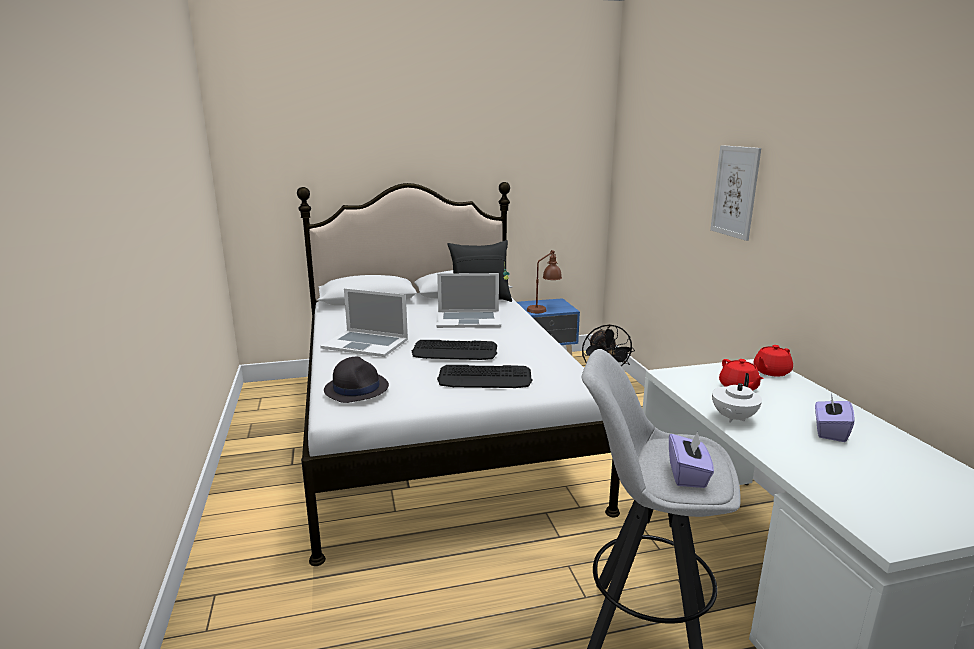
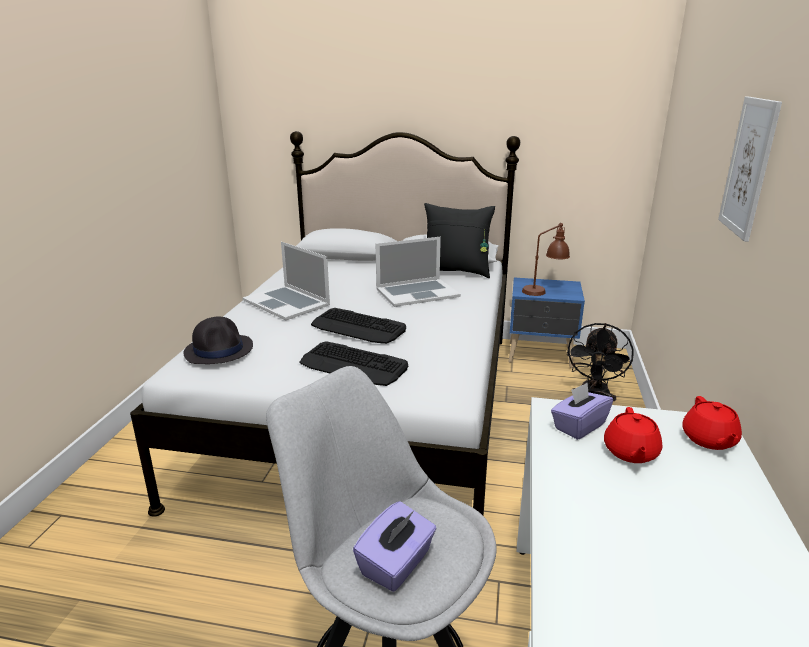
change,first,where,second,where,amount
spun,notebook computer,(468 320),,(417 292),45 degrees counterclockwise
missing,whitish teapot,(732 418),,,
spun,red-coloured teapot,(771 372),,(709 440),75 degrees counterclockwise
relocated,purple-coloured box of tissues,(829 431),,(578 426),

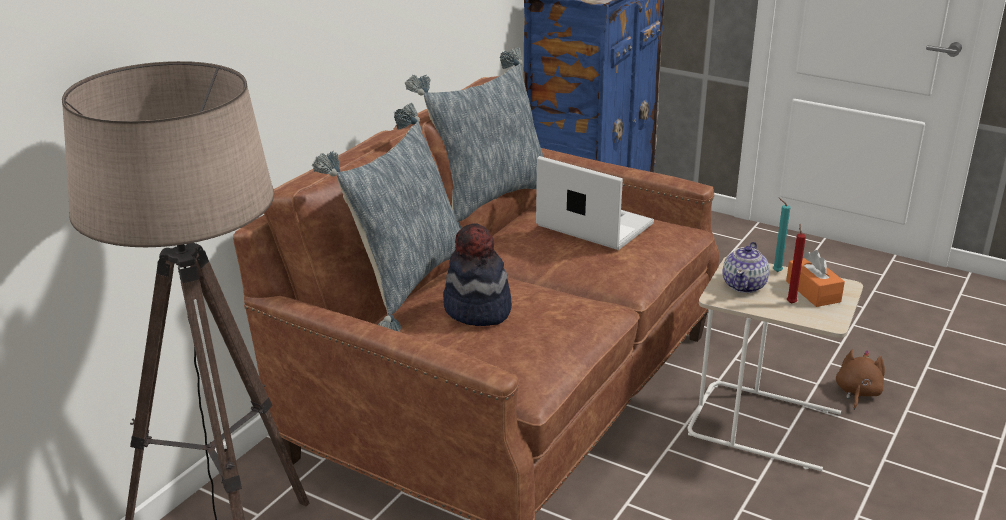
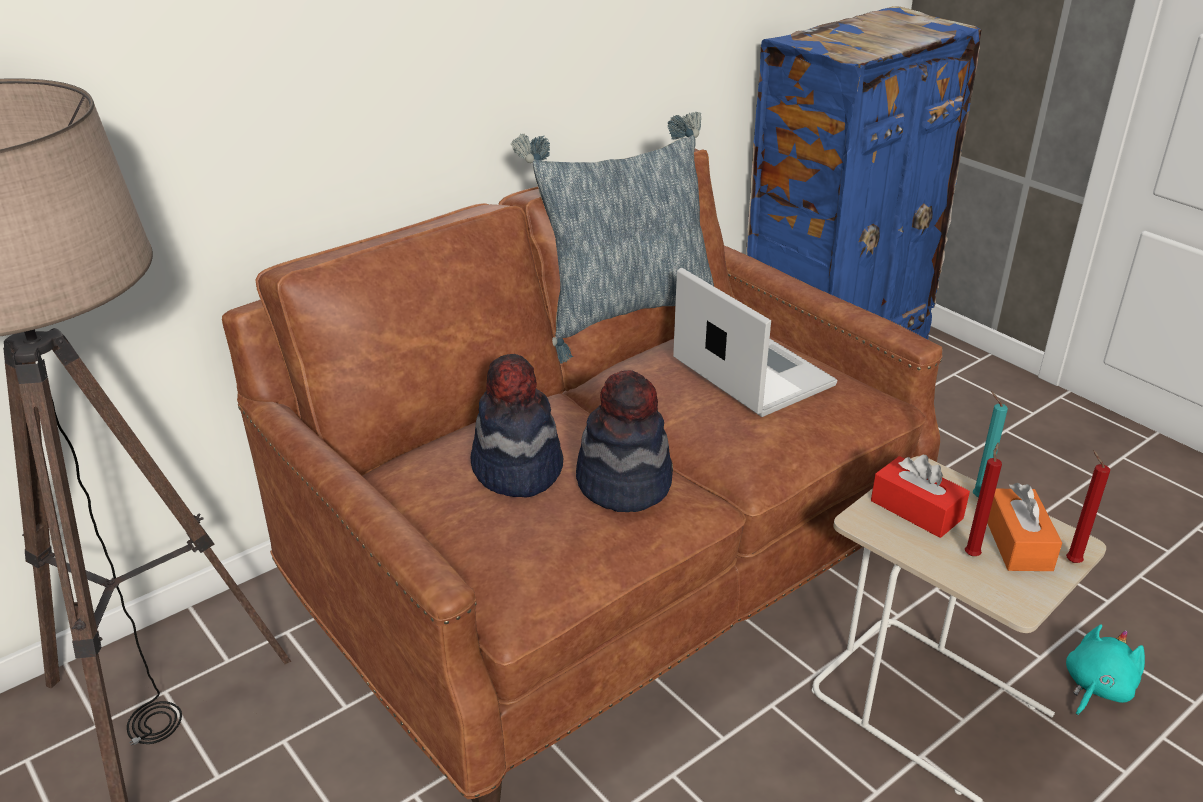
change,first,where,second,where,amount
missing,throw pillow,(402 300),,,
exchanged,teapot,(744 285),red-coloured box of tissues,(916 510),
colour,brown-coloured plush toy,(857 392),turquoise plush toy,(1096 687),
appeared,,,wearable hat,(624 483),
appeared,,,red-coloured wax candle,(1070 561),

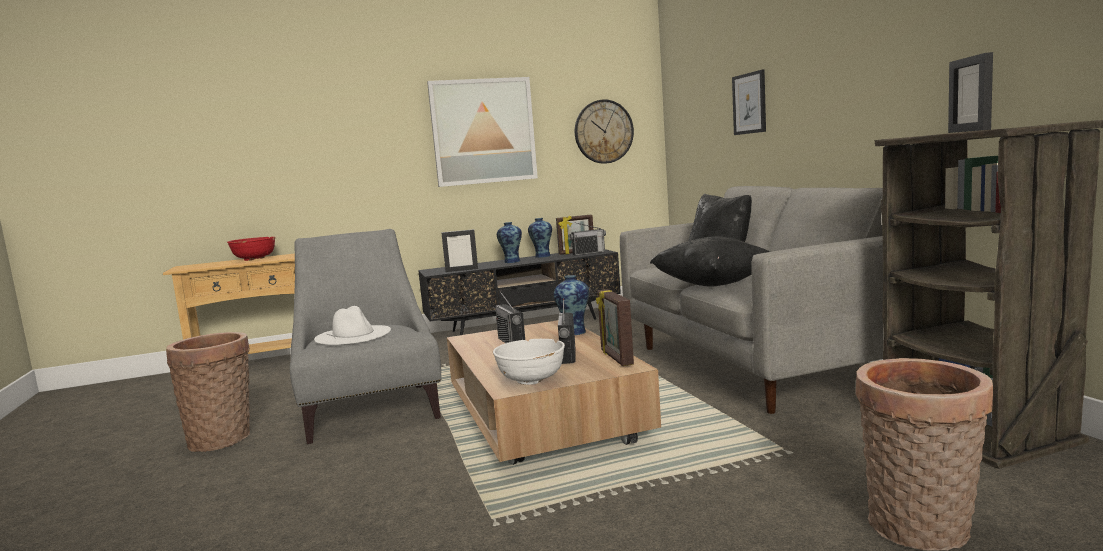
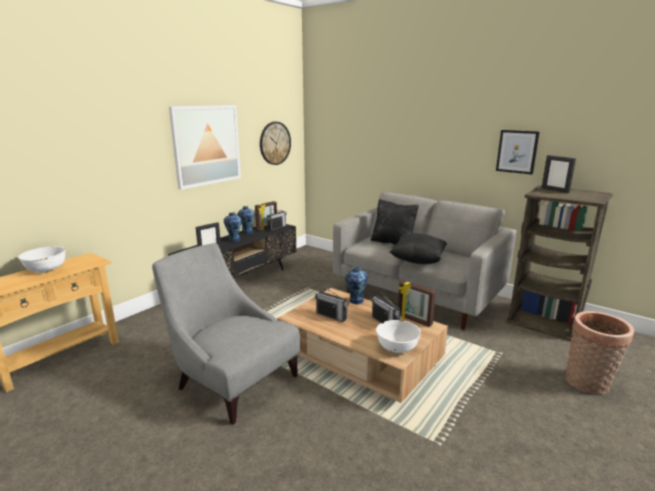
change,first,where,second,where,amount
missing,basket,(223 438),,,
colour,red-coloured bowl,(254 259),whitish bowl,(46 269),
missing,whitish wearable hat,(353 334),,,
relocated,wall picture,(749 103),,(517 151),

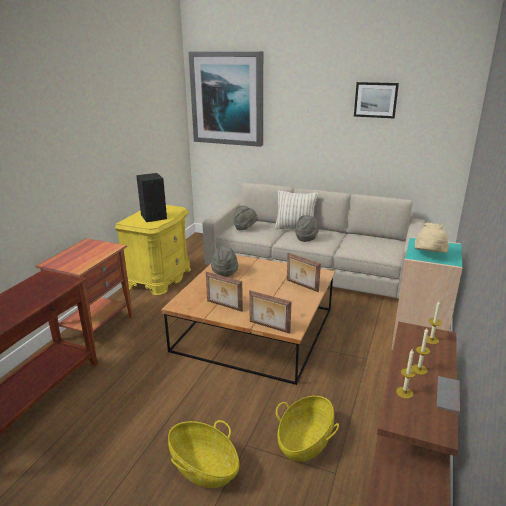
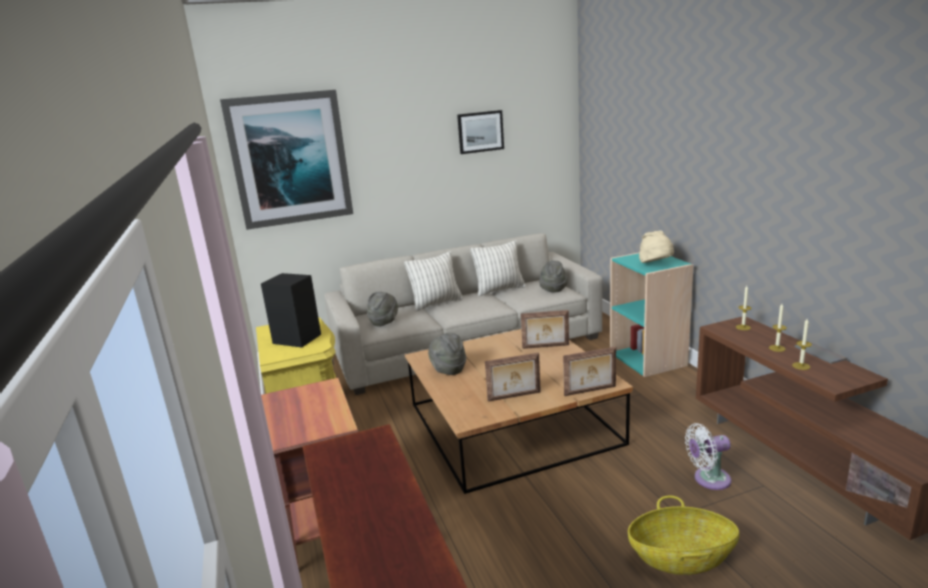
change,first,where,second,where,amount
exchanged,basket,(305 440),whitish electric fan,(708 479),
relocated,grey wearable hat,(306 238),,(553 288),
appeared,,,throw pillow,(499 290),

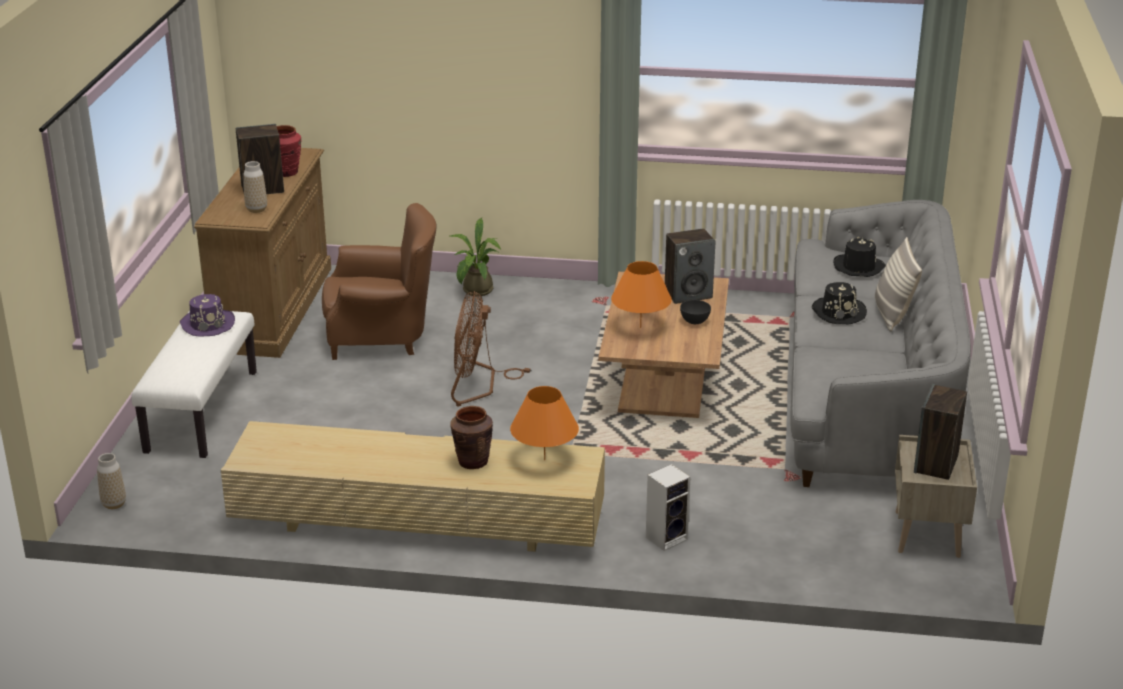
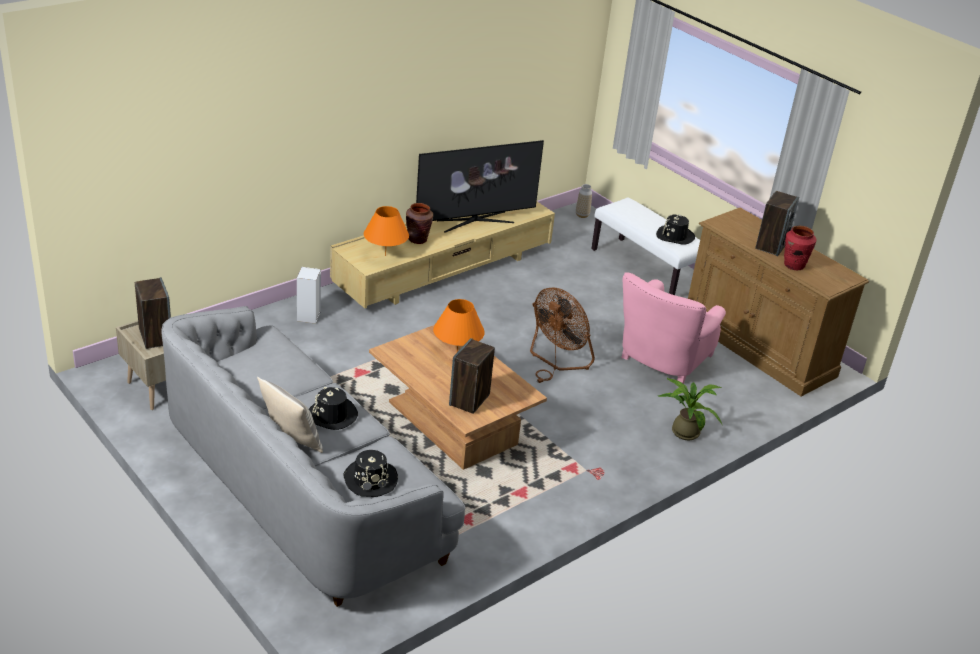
change,first,where,second,where,amount
colour,purple-coloured wearable hat,(207 324),blackish wearable hat,(675 236),
missing,vase,(256 209),,,
colour,brown-coloured easy chair,(382 336),pinkish easy chair,(662 360),
missing,grey bowl,(694 321),,,
appeared,,,television,(474 221),

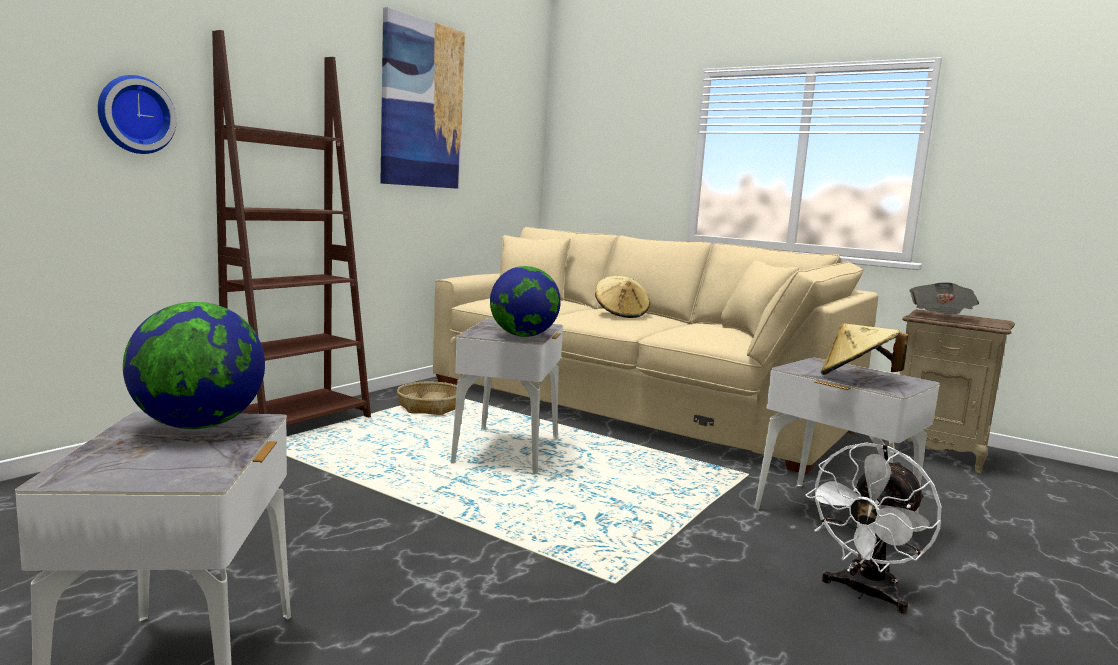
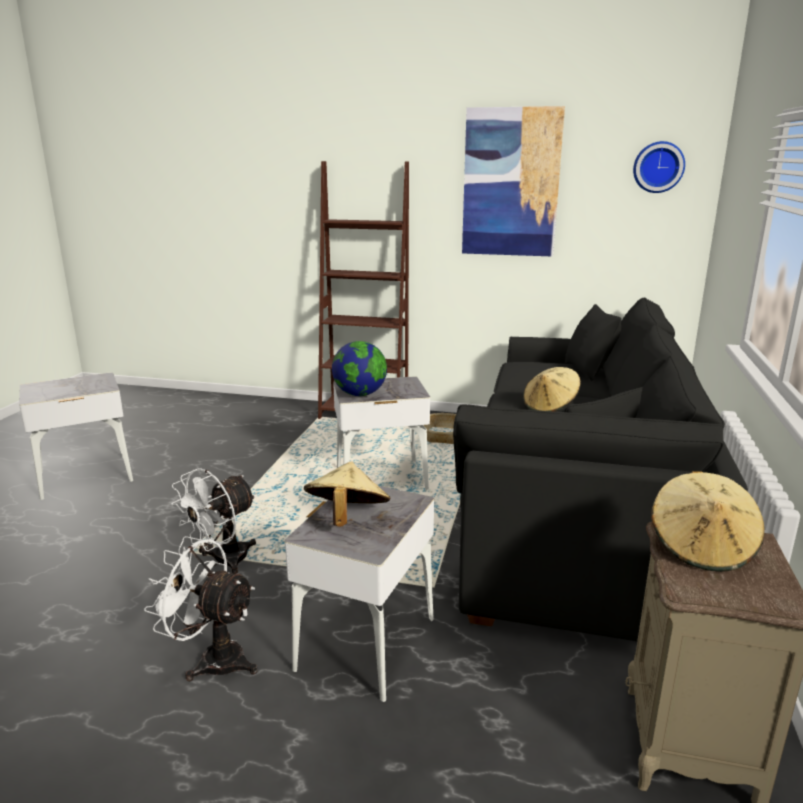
change,first,where,second,where,amount
relocated,wall clock,(134 115),,(658 167),
missing,globe,(198 426),,,
colour,beige-coloured settee,(634 405),blackish settee,(574 505),
exchanged,printed paper,(941 316),beige-coloured wearable hat,(702 548),
appeared,,,whitish electric fan,(222 561),

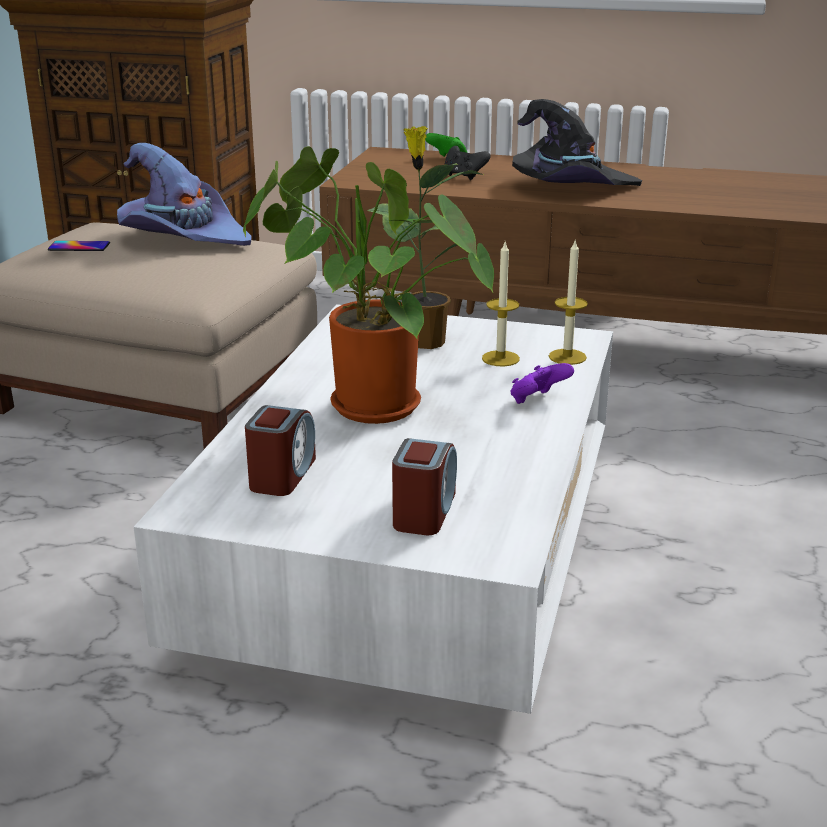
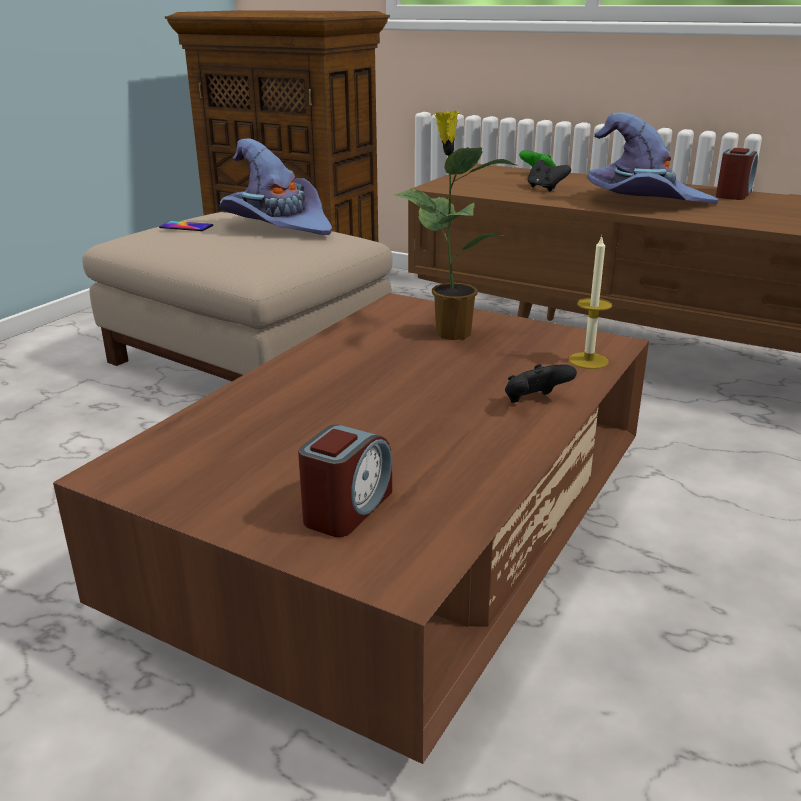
change,first,where,second,where,amount
colour,whitish coffee table,(413 547),brown-coloured coffee table,(401 535),
missing,potted plant,(364 406),,,
relocated,table clock,(282 475),,(733 194),
missing,wax candle,(500 358),,,
colour,purple-coloured gamepad,(537 401),blackish gamepad,(534 402),
colour,blackish wearable hat,(570 187),purple-coloured wearable hat,(643 201),

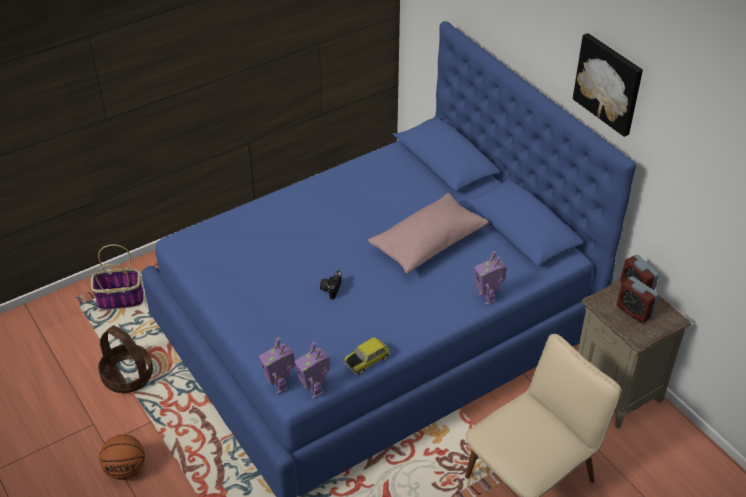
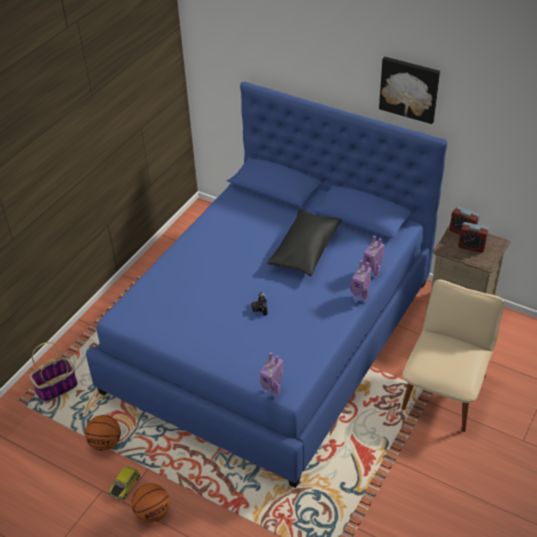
change,first,where,second,where,amount
exchanged,basket,(128 376),ball for basketball,(105 443),
relocated,robot figure,(314 390),,(360 298),
relocated,miniature car,(366 360),,(124 485),
colour,pinkish throw pillow,(428 243),blackish throw pillow,(305 251),

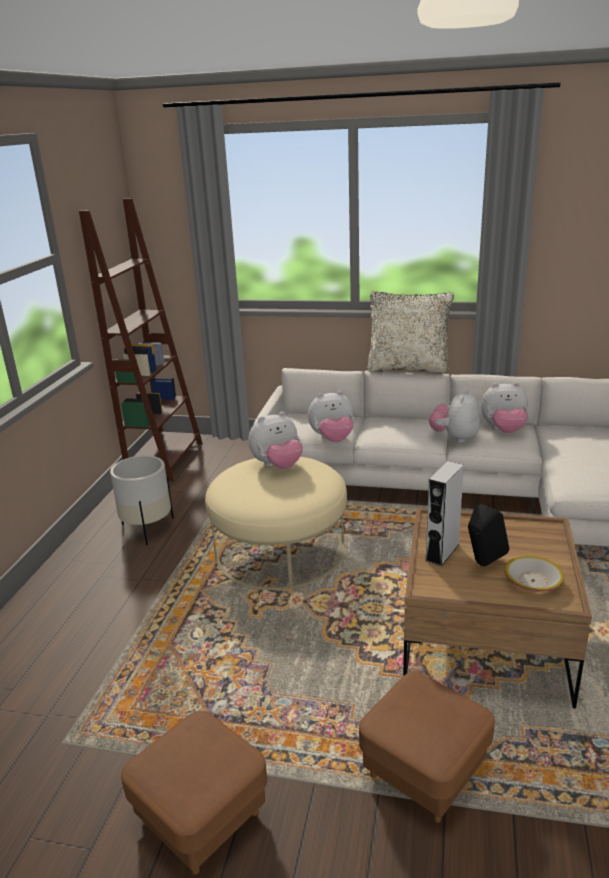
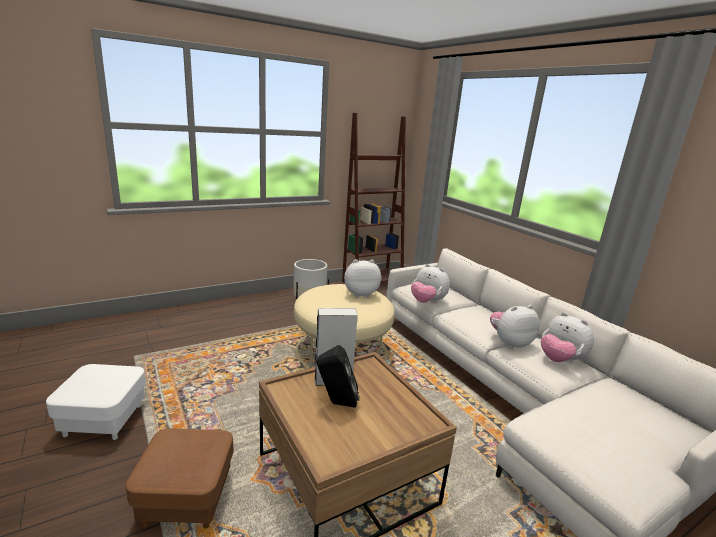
change,first,where,second,where,amount
colour,brown-coloured footrest,(201 816),whitish footrest,(104 420),
spun,plush toy,(278 466),,(360 294),150 degrees clockwise
missing,beige-coloured throw pillow,(408 370),,,
missing,bowl,(532 581),,,

